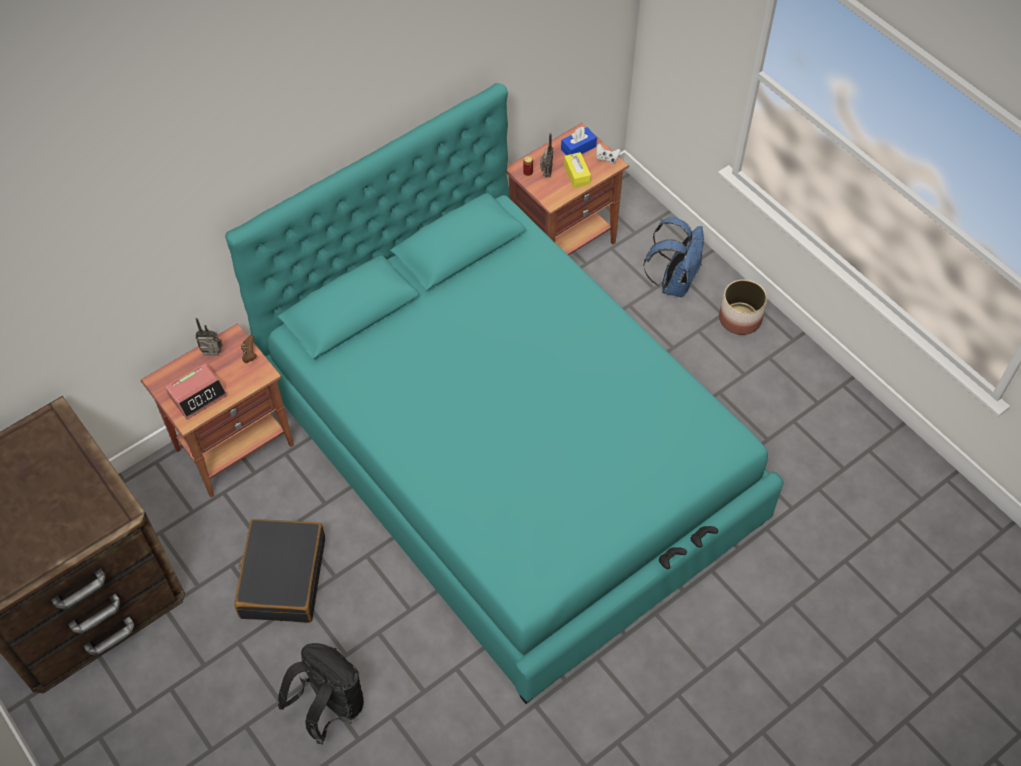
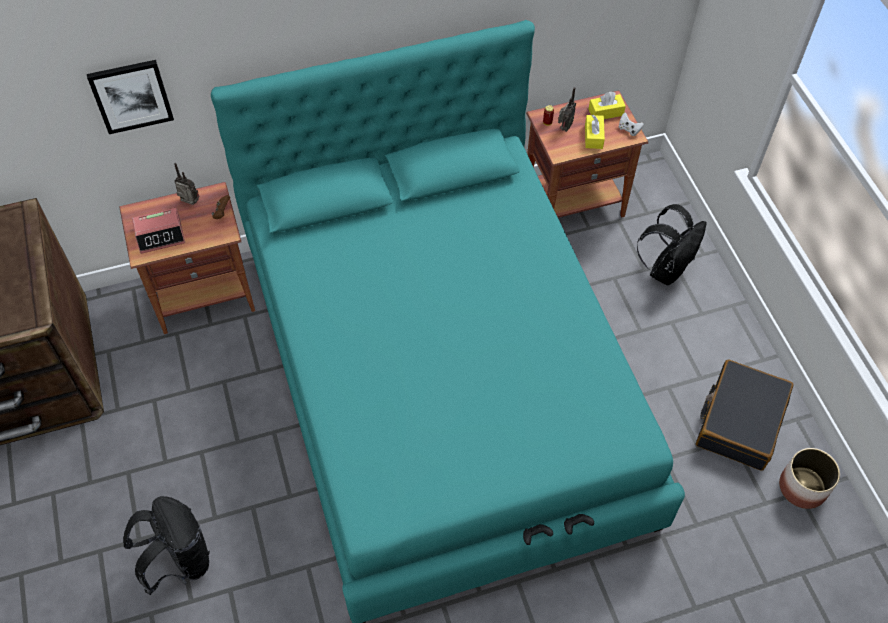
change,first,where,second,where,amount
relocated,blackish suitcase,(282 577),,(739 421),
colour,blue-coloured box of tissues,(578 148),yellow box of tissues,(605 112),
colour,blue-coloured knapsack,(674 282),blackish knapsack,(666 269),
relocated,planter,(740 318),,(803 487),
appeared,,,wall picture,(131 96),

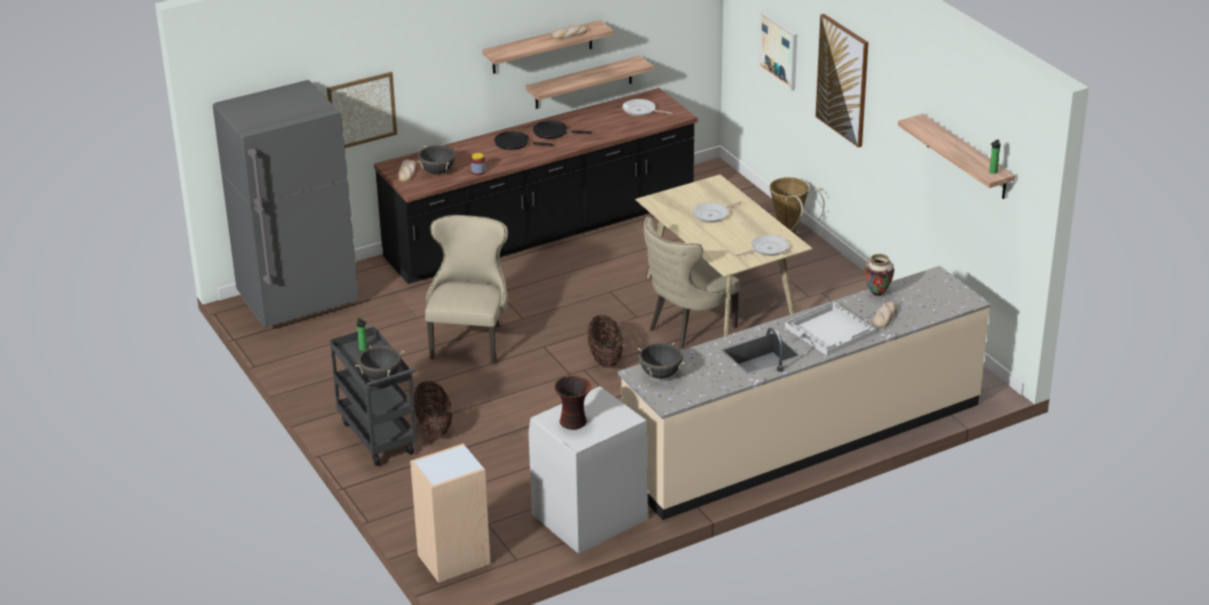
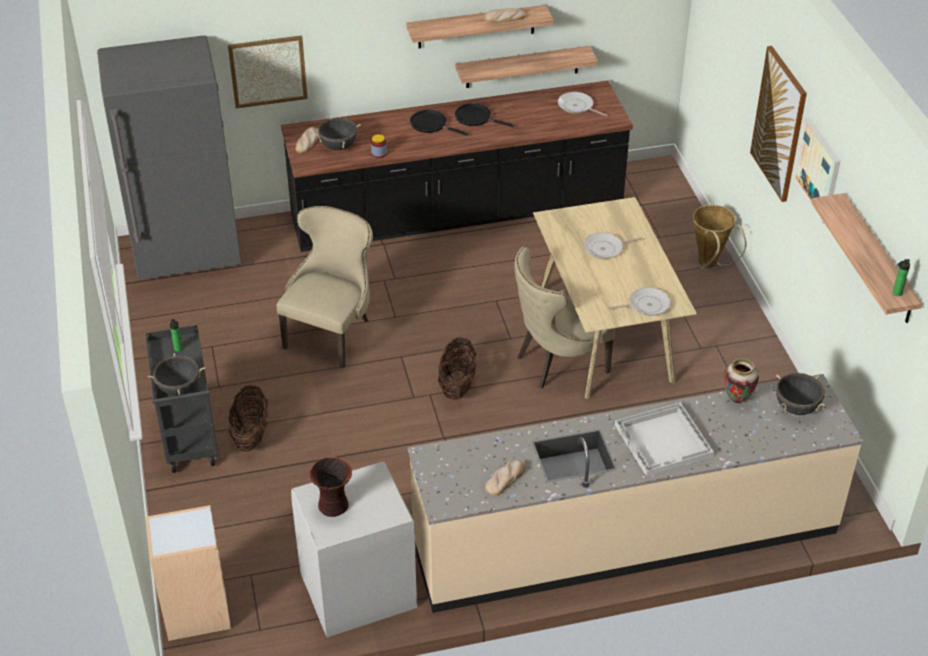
change,first,where,second,where,amount
relocated,blackish saucepot,(660 374),,(796 407),
relocated,wall picture,(779 50),,(818 169),
relocated,bread,(885 316),,(505 478),

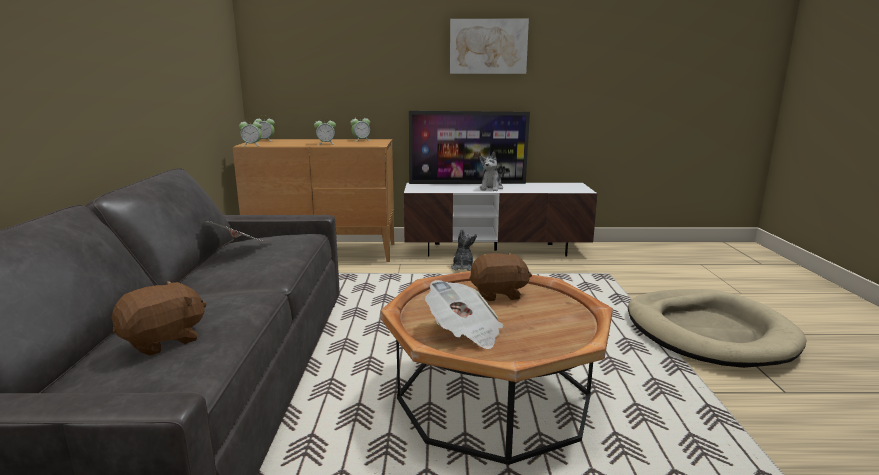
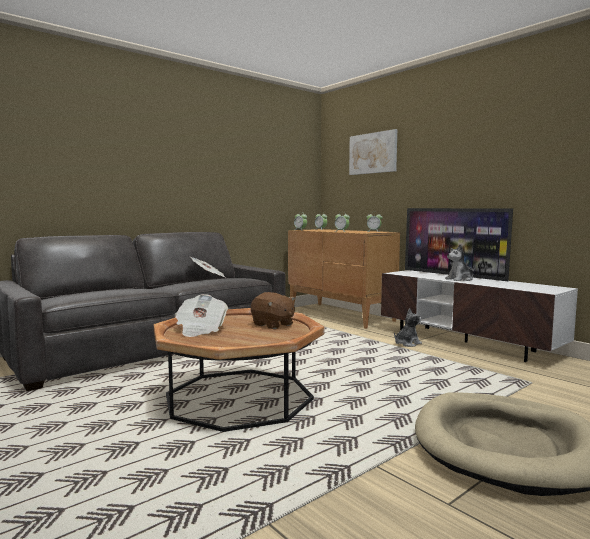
change,first,where,second,where,amount
missing,brown-coloured plush toy,(163 341),,,
relocated,wall picture,(488 46),,(373 153),

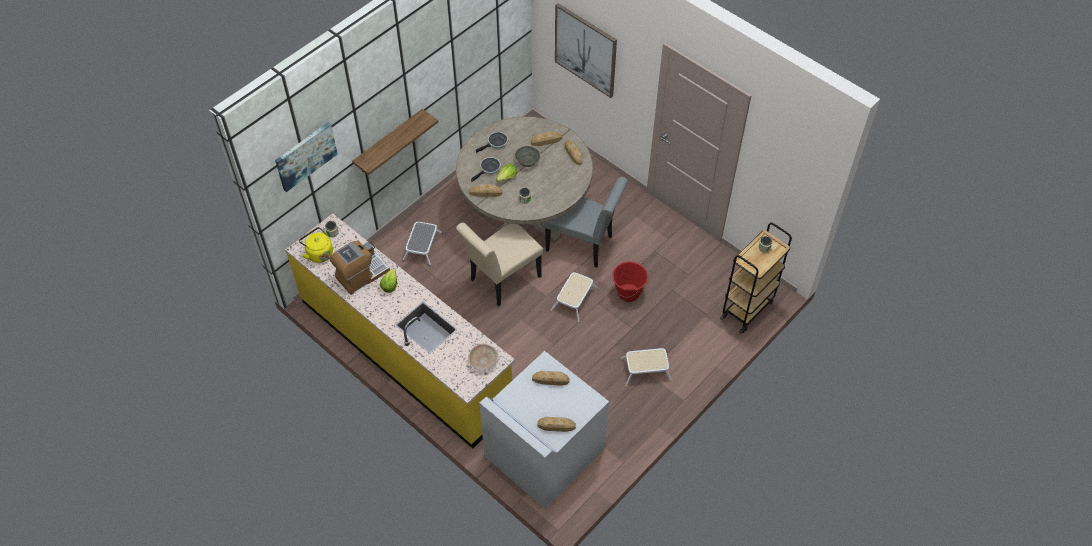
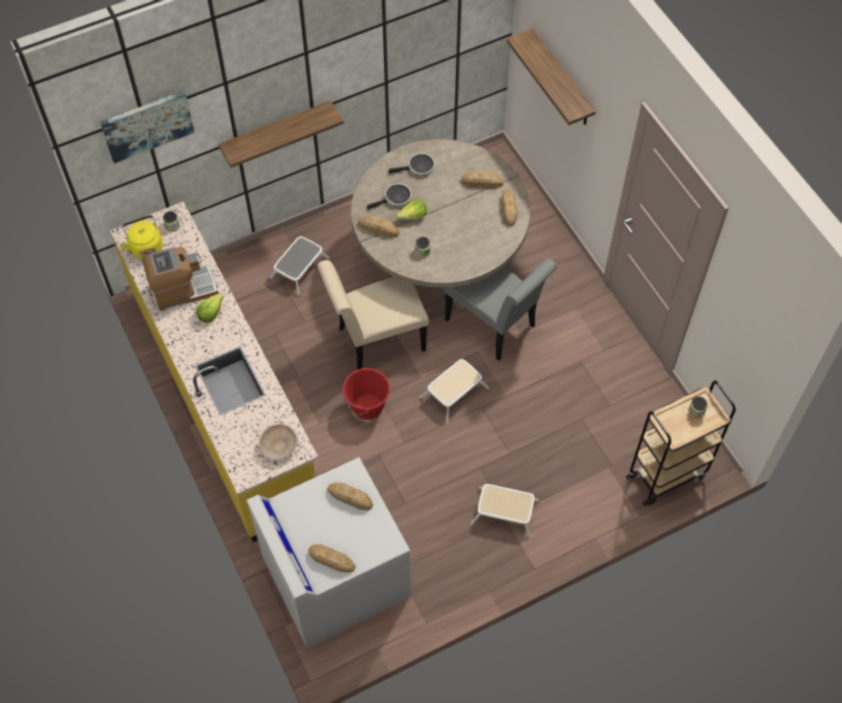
change,first,where,second,where,amount
missing,grey bowl,(527 162),,,
exchanged,wall picture,(585 50),shelf,(562 80),
relocated,red-coloured bucket,(628 293),,(368 407),

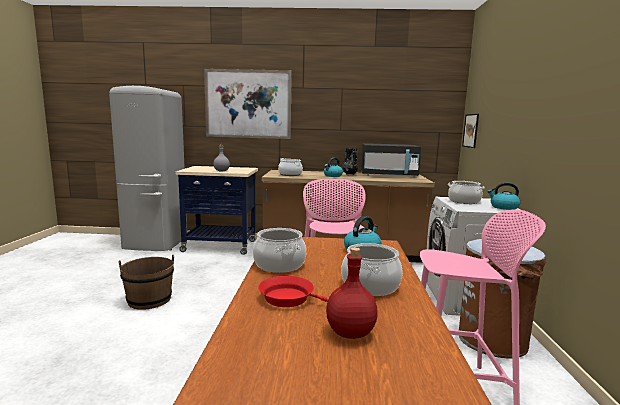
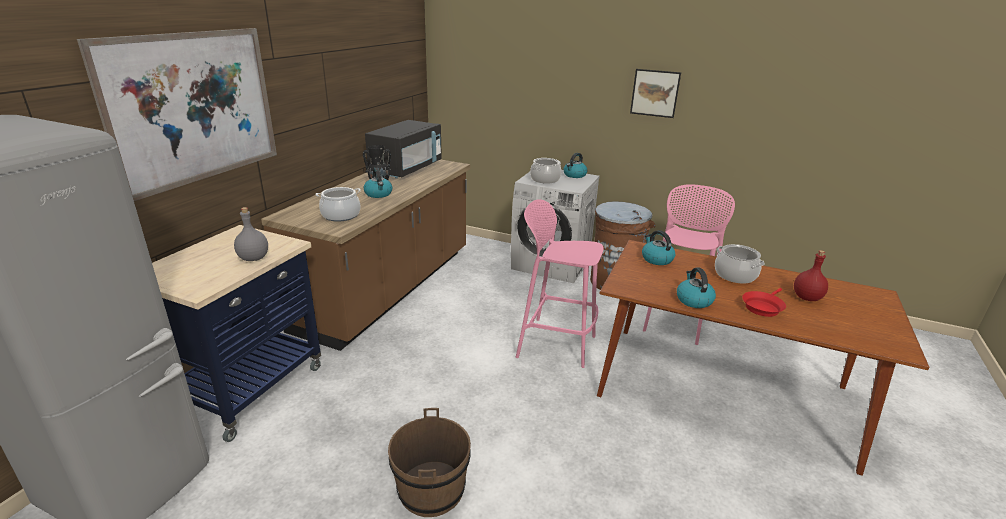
change,first,where,second,where,amount
exchanged,saucepot,(279 265),tea kettle,(693 300),
relocated,wall picture,(471 130),,(655 93),

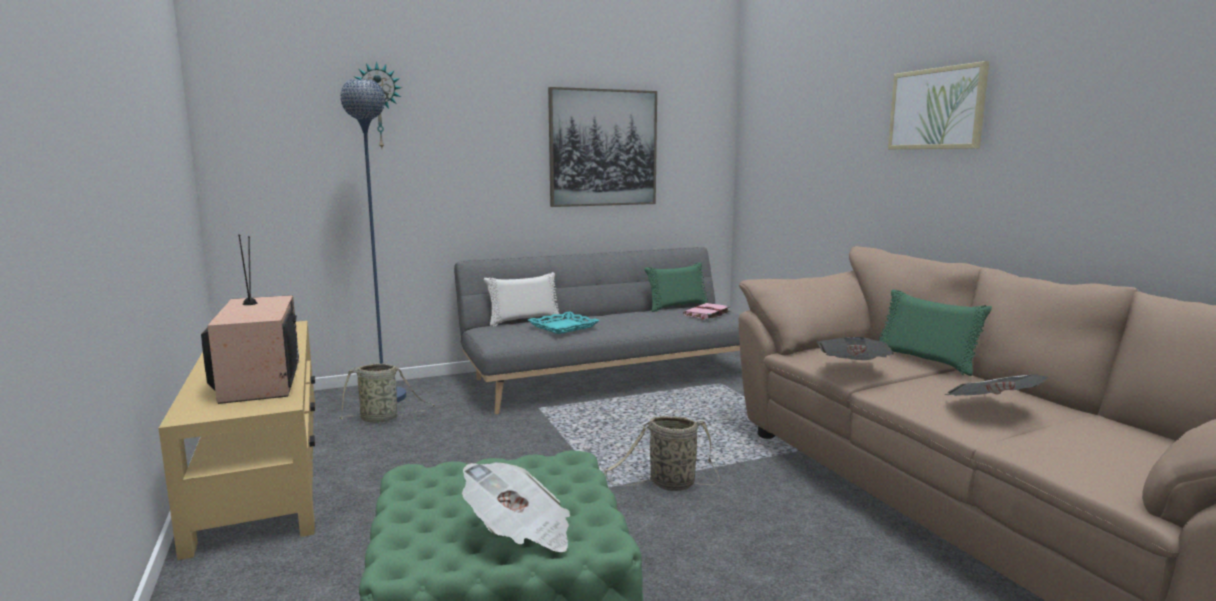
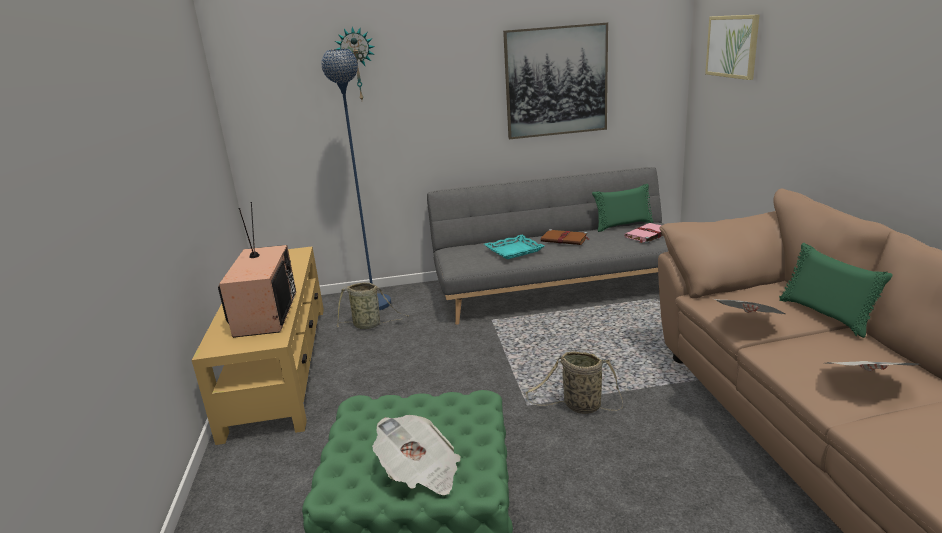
change,first,where,second,where,amount
missing,whitish throw pillow,(523 321),,,
relocated,wall picture,(936 109),,(732 46),
appeared,,,brown-coloured book,(565 239),

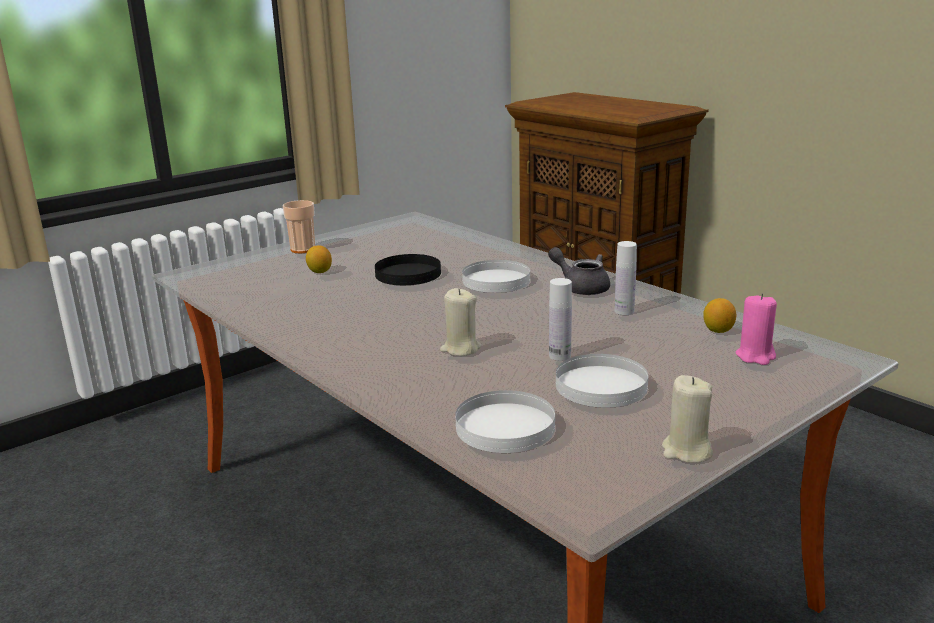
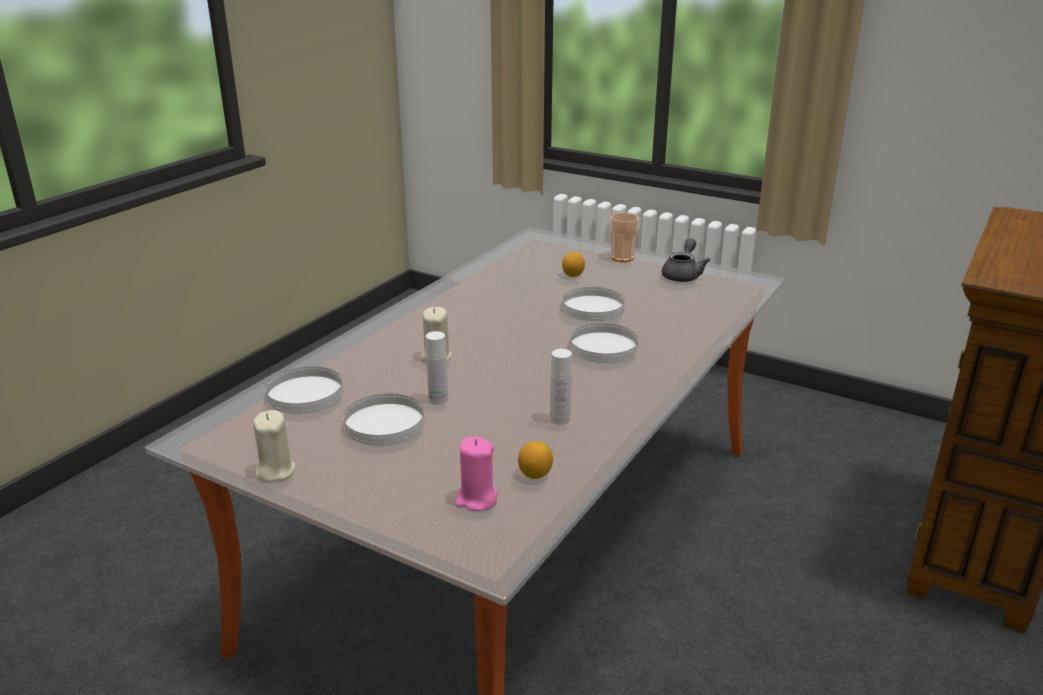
change,first,where,second,where,amount
colour,blackish flat dish,(408 273),whitish flat dish,(593 308),
relocated,grey teapot,(581 287),,(683 275),

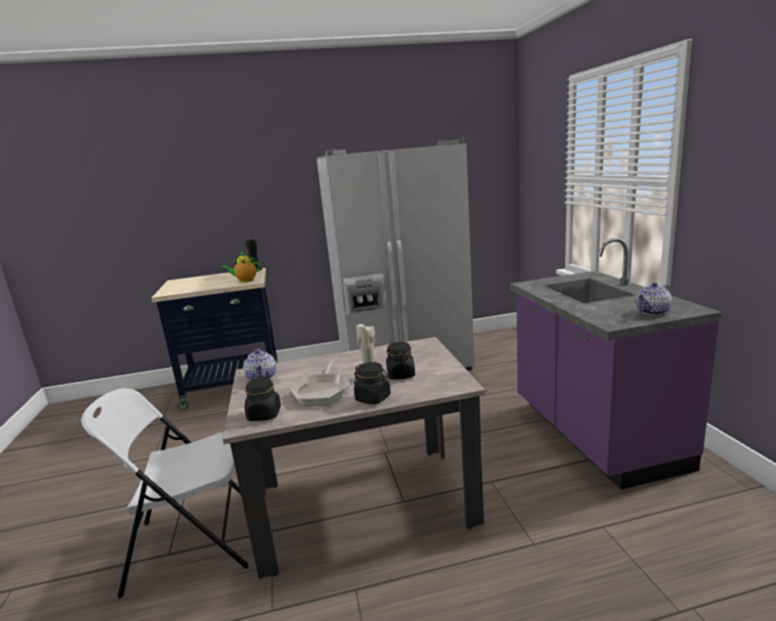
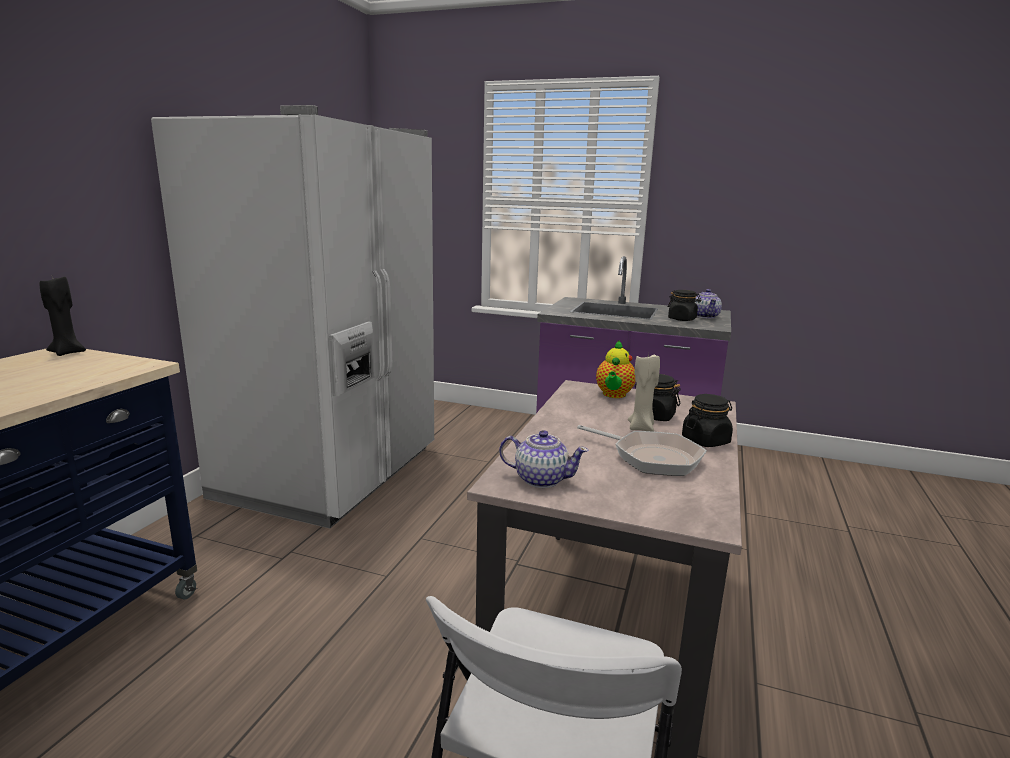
change,first,where,second,where,amount
relocated,teapot,(245 280),,(613 395),
relocated,blackish storage jar,(264 415),,(682 319),

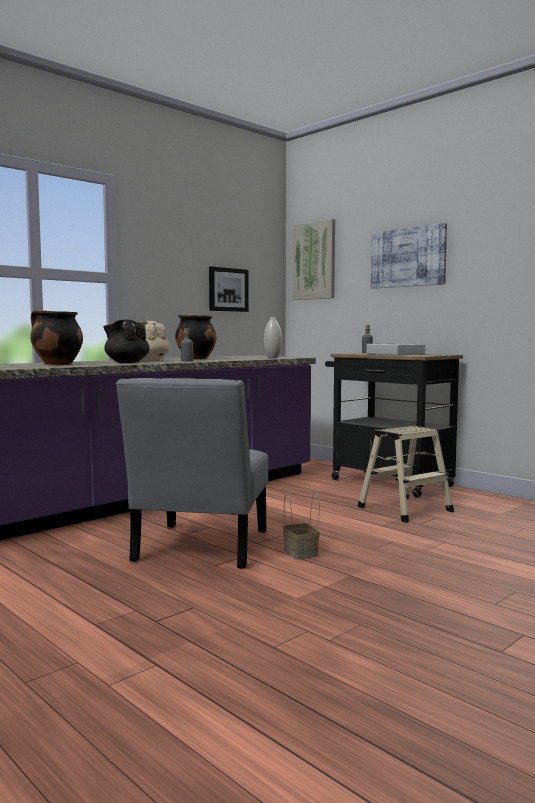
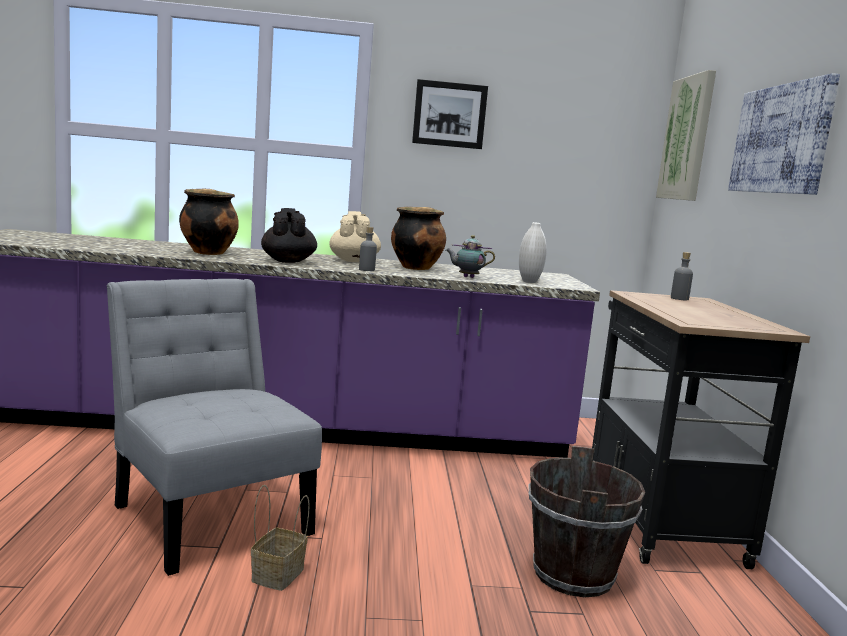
change,first,where,second,where,amount
spun,grey chair,(199 549),,(209 515),90 degrees clockwise
relocated,wall picture,(228 289),,(449 114),
exchanged,beige-coloured step stool,(404 509),brown-coloured bucket,(572 574),
missing,grey serving tray,(395 354),,,
appeared,,,teapot,(467 277),

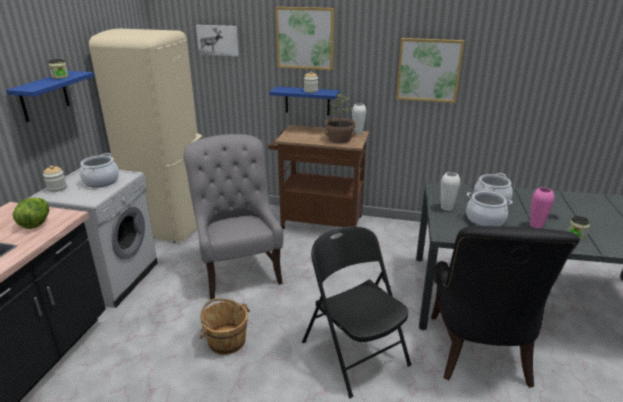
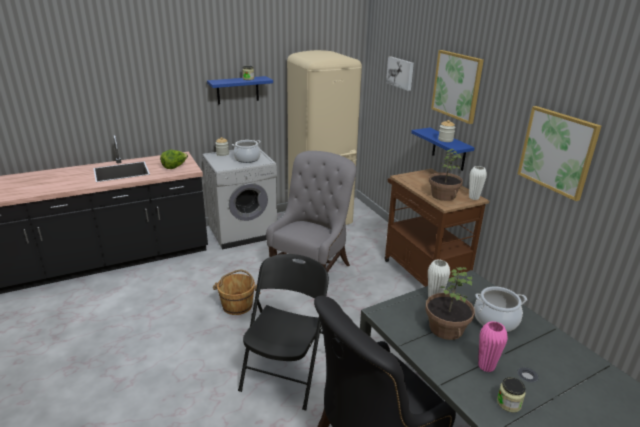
change,first,where,second,where,amount
exchanged,saucepot,(485 220),potted plant,(445 328),

